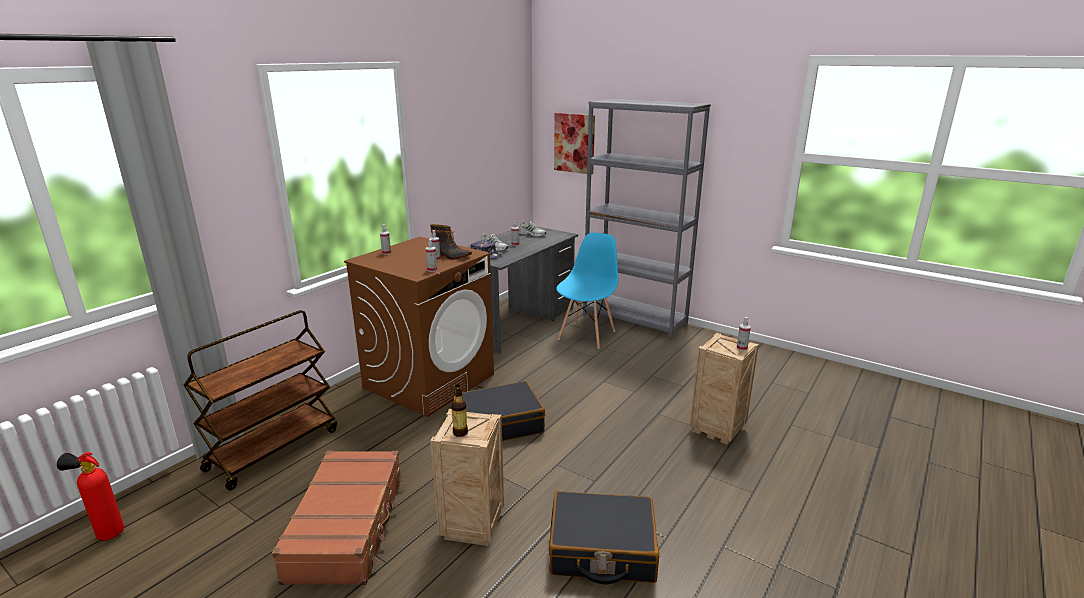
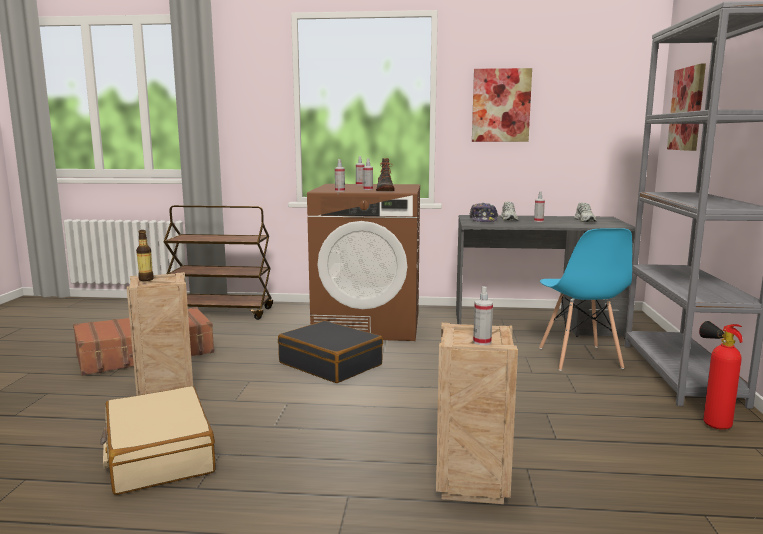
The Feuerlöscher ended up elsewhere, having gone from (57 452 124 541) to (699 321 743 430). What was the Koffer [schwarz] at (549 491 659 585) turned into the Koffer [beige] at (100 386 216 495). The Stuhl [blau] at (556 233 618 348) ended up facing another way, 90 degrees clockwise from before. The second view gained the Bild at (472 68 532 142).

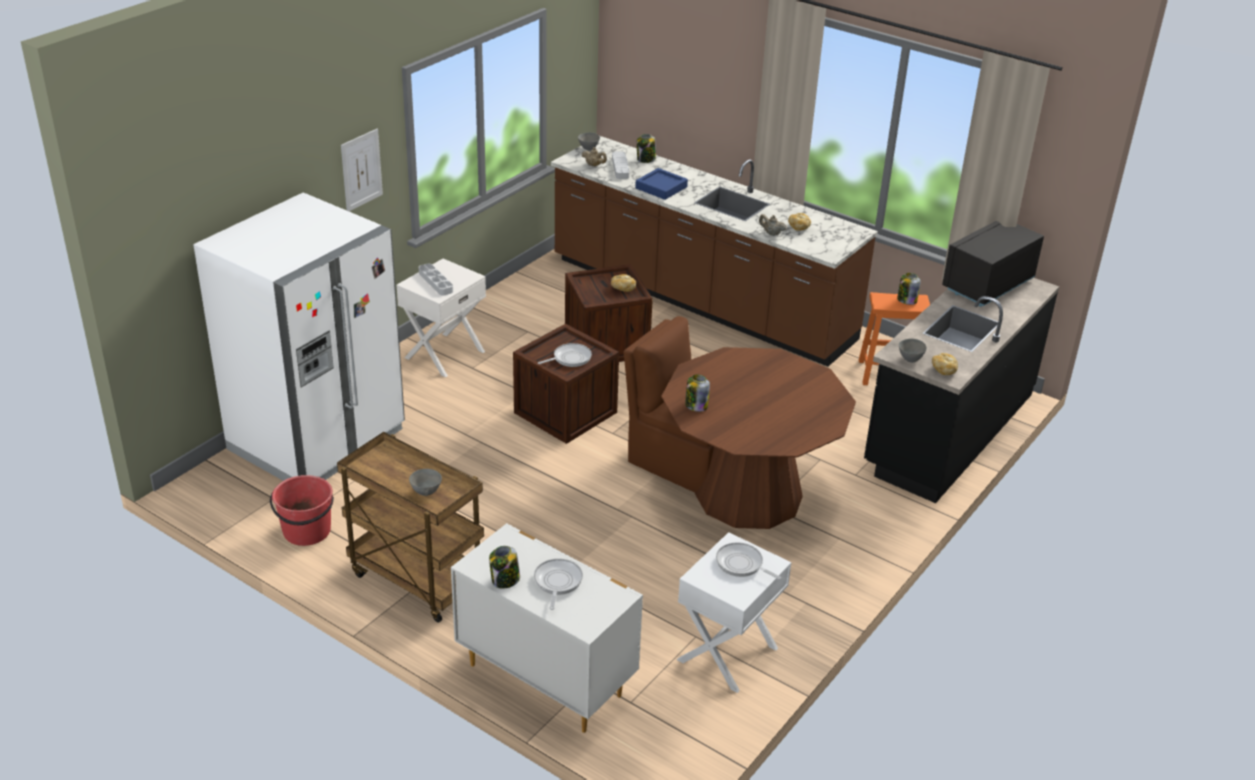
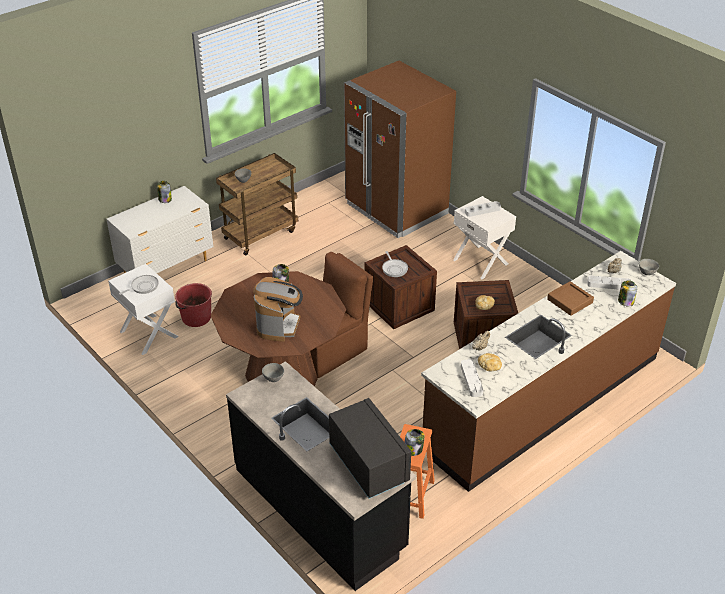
What was the Kühlschrank [weiß] at (194 192 405 481) turned into the Kühlschrank [braun] at (344 61 456 238). The Eimer [rot] ended up elsewhere, having gone from (270 475 334 546) to (175 283 212 327). The second view lost the Bild at (341 129 383 211). The second view lost the Pfanne at (534 559 583 610). What was the Tablett [blau] at (635 168 688 200) turned into the Tablett [braun] at (547 281 594 316). The second view lost the Brot at (932 353 958 375). The second view gained the Kaffeemaschine at (253 277 303 342). The second view gained the Tablett [grau] at (461 359 483 397).

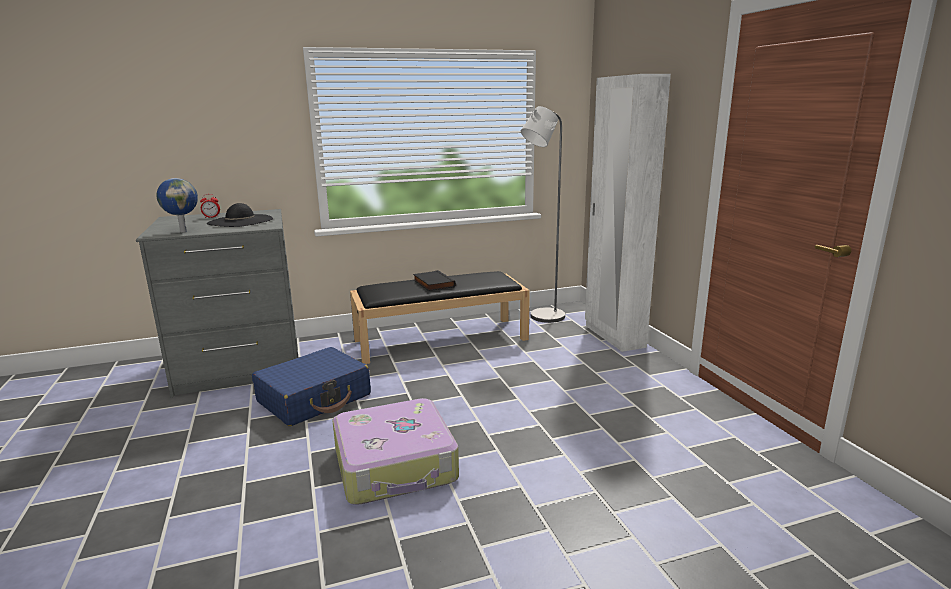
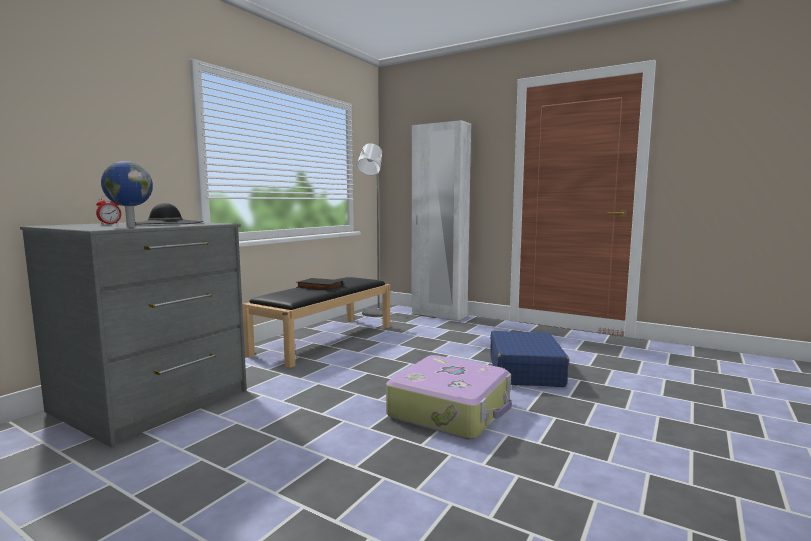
The Koffer [blau] ended up elsewhere, having gone from (252 347 371 426) to (490 331 569 387).

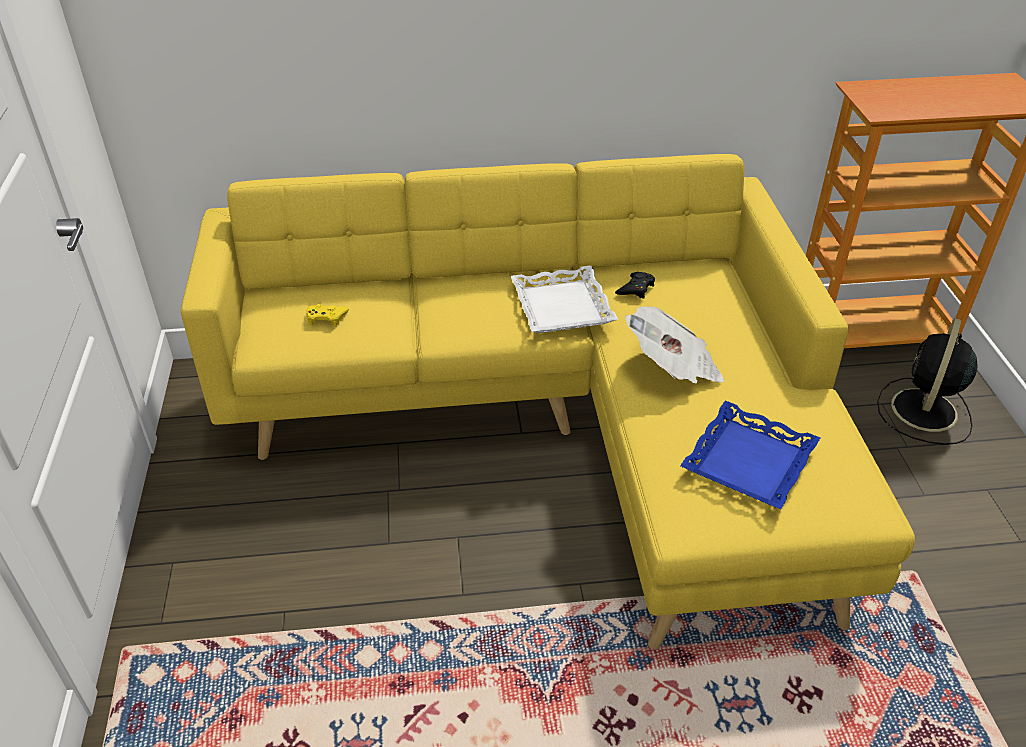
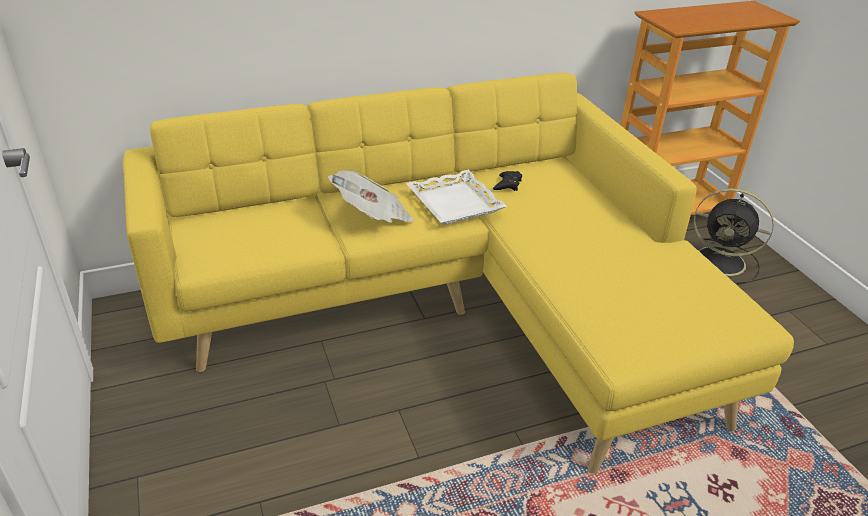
The second view lost the Gamepad [gelb] at (307 304 349 327). The Zeitung ended up elsewhere, having gone from (625 306 725 384) to (328 170 414 223). The second view lost the Tablett [blau] at (680 400 820 509). The Ventilator [schwarz] at (877 318 978 445) ended up facing another way, 75 degrees counterclockwise from before.

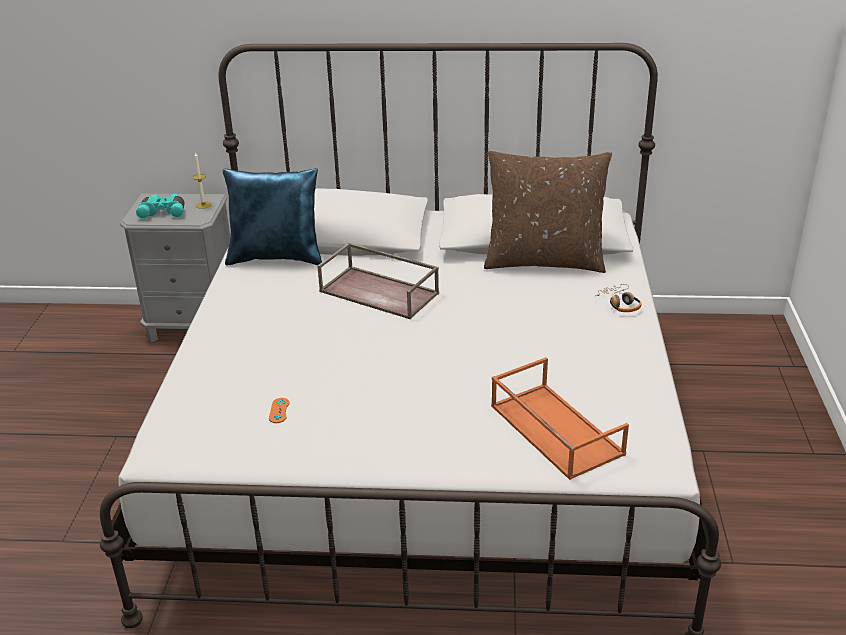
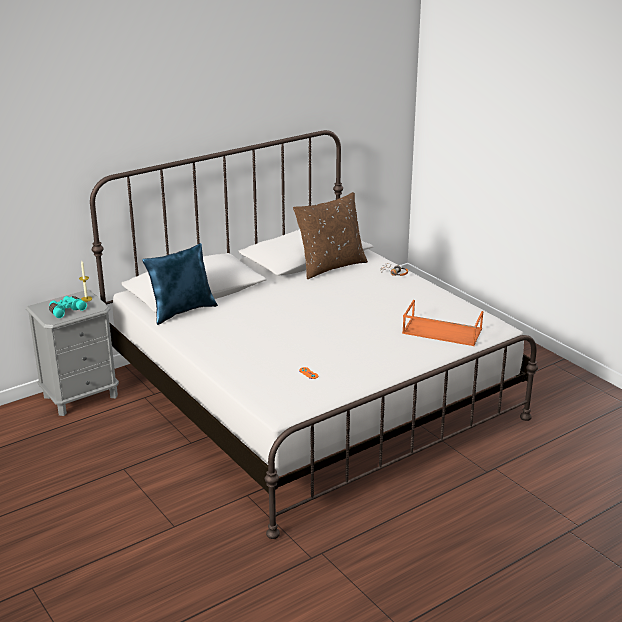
The second view lost the Tablett [braun] at (317 243 439 319).

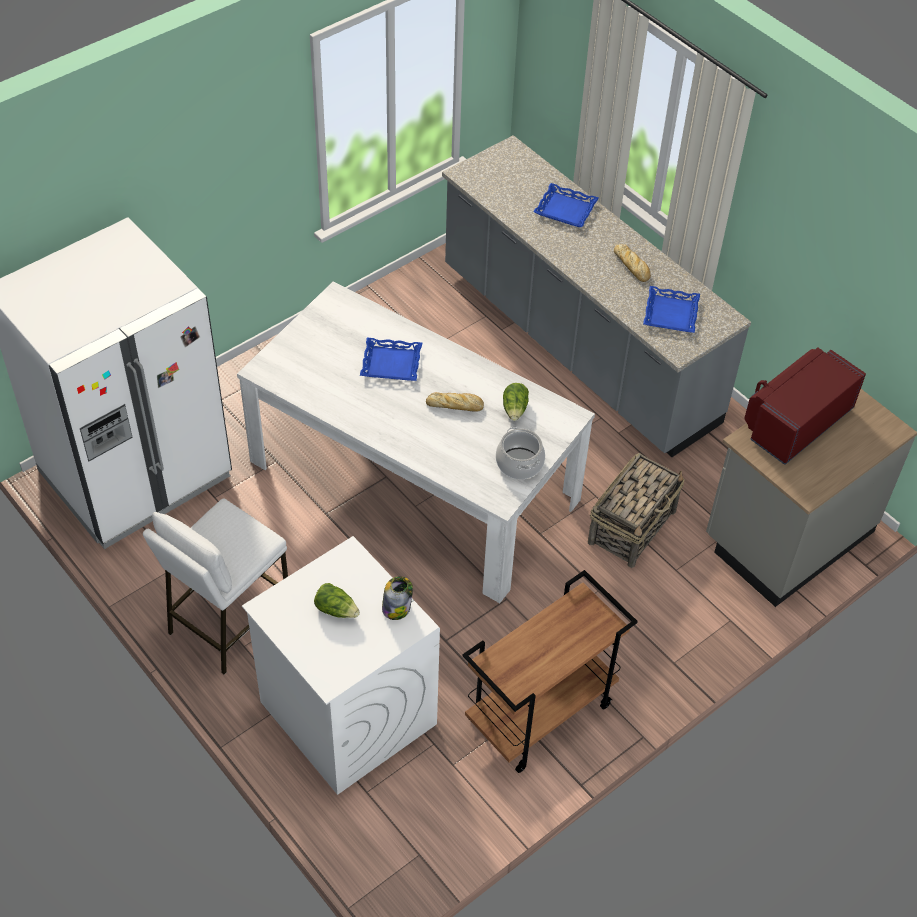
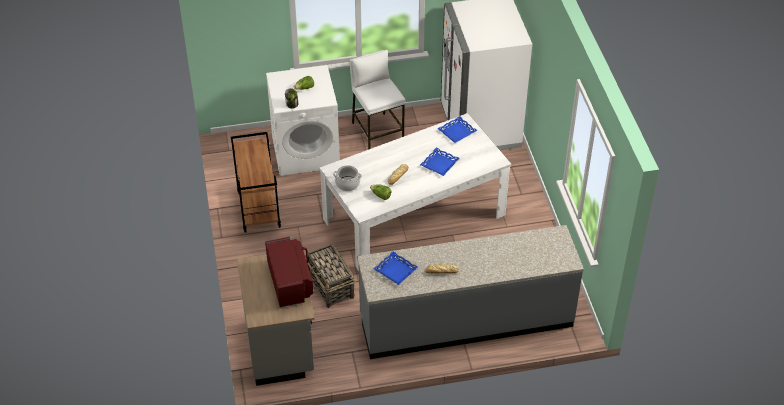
The Tablett [blau] ended up elsewhere, having gone from (533 183 599 227) to (437 116 478 143).

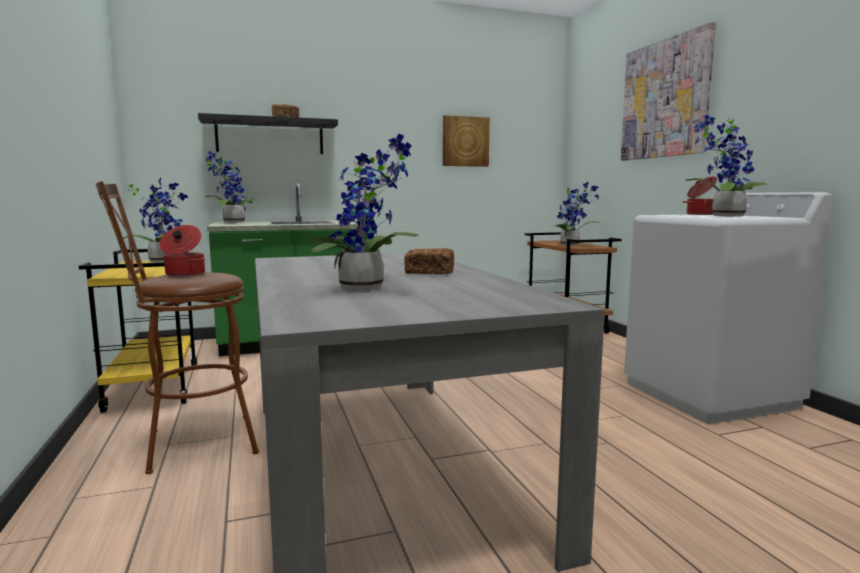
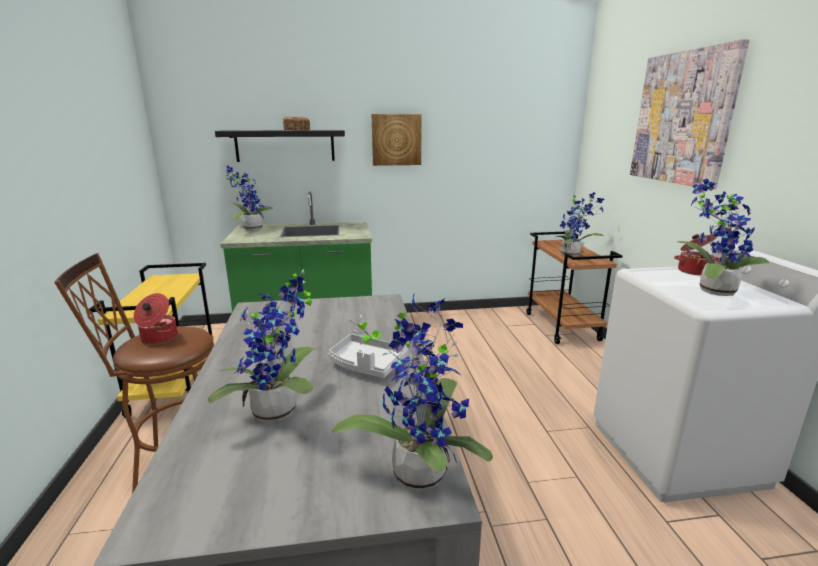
The Topfpflanze ended up elsewhere, having gone from (123 177 188 263) to (332 292 493 491). Where the Brot stood at (404 248 454 274), the Tablett [grau] came to stand at (328 334 408 378). The Bild ended up elsewhere, having gone from (443 115 490 167) to (372 114 422 166).

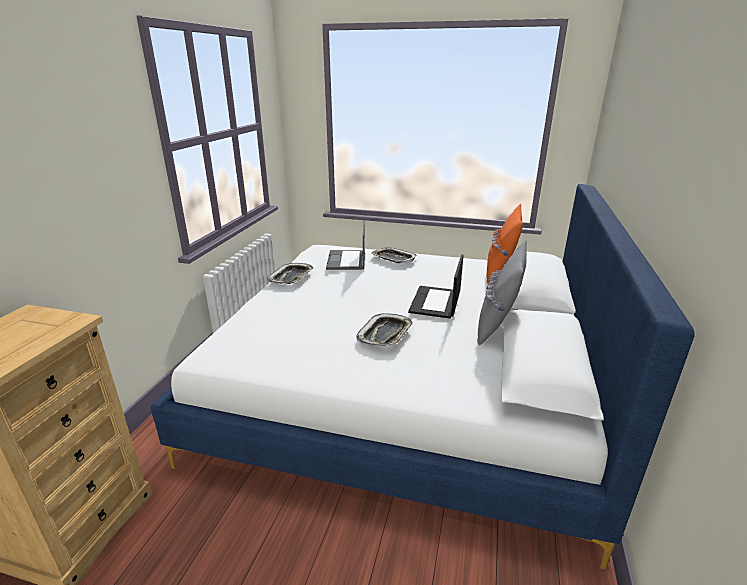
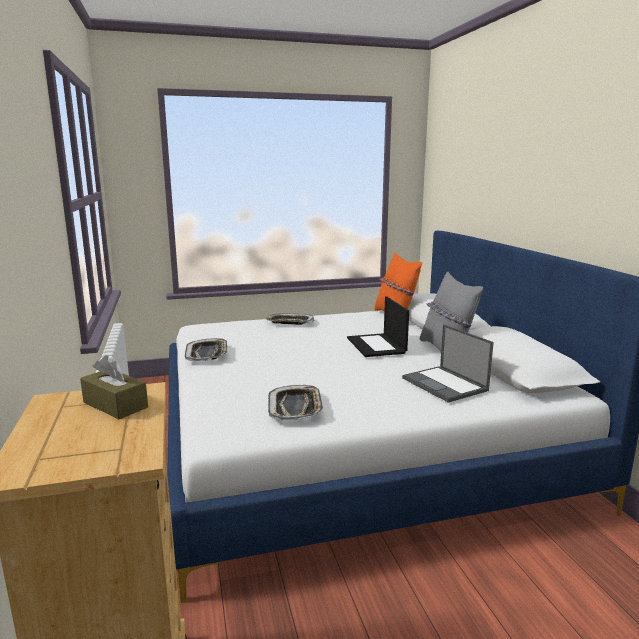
The Laptop ended up elsewhere, having gone from (326 220 365 270) to (402 324 494 403). The Tablett ended up elsewhere, having gone from (356 313 413 347) to (268 385 324 420). The second view gained the Taschentuchbox [braun] at (80 355 148 419).

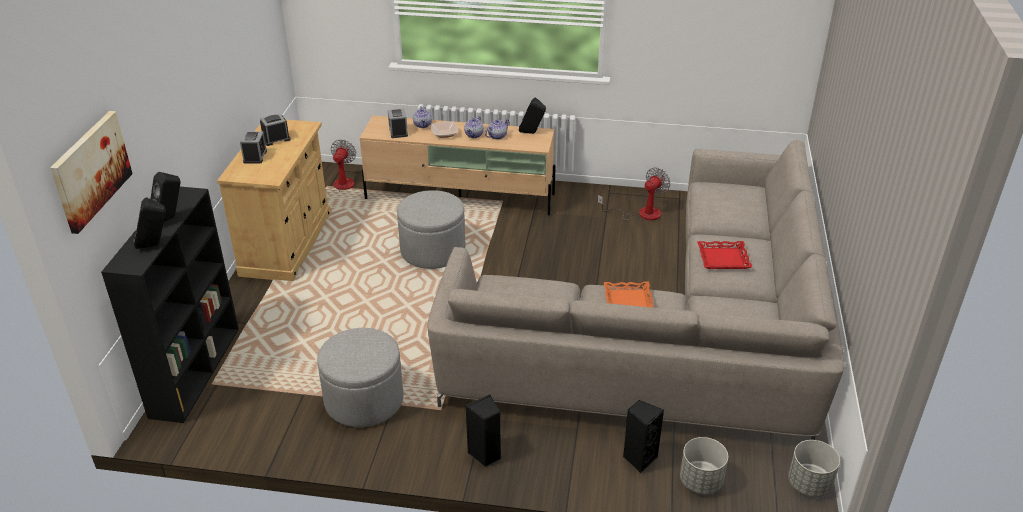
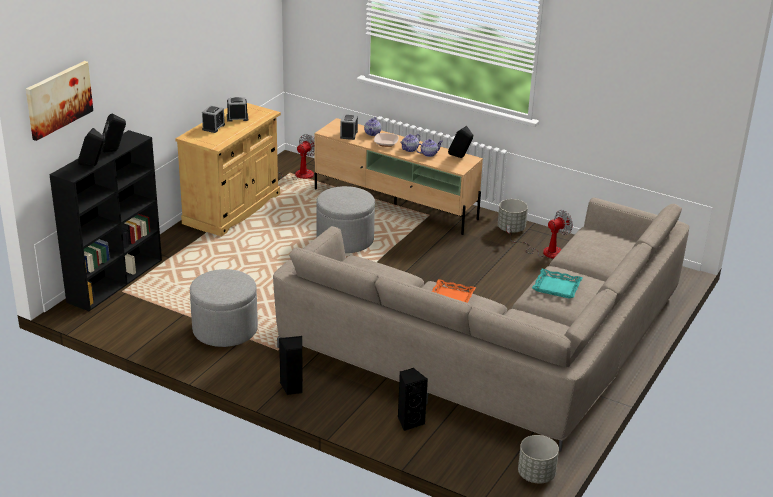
The Pflanzkübel [grau] ended up elsewhere, having gone from (680 437 728 494) to (498 199 528 232). What was the Tablett [rot] at (697 241 752 269) turned into the Tablett [türkis] at (532 269 583 299).

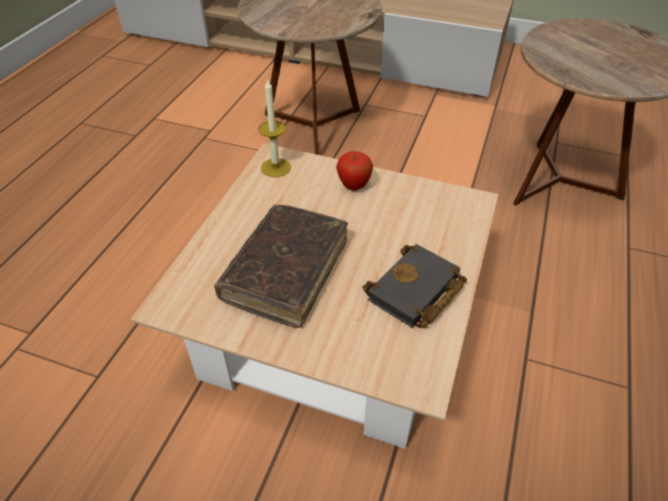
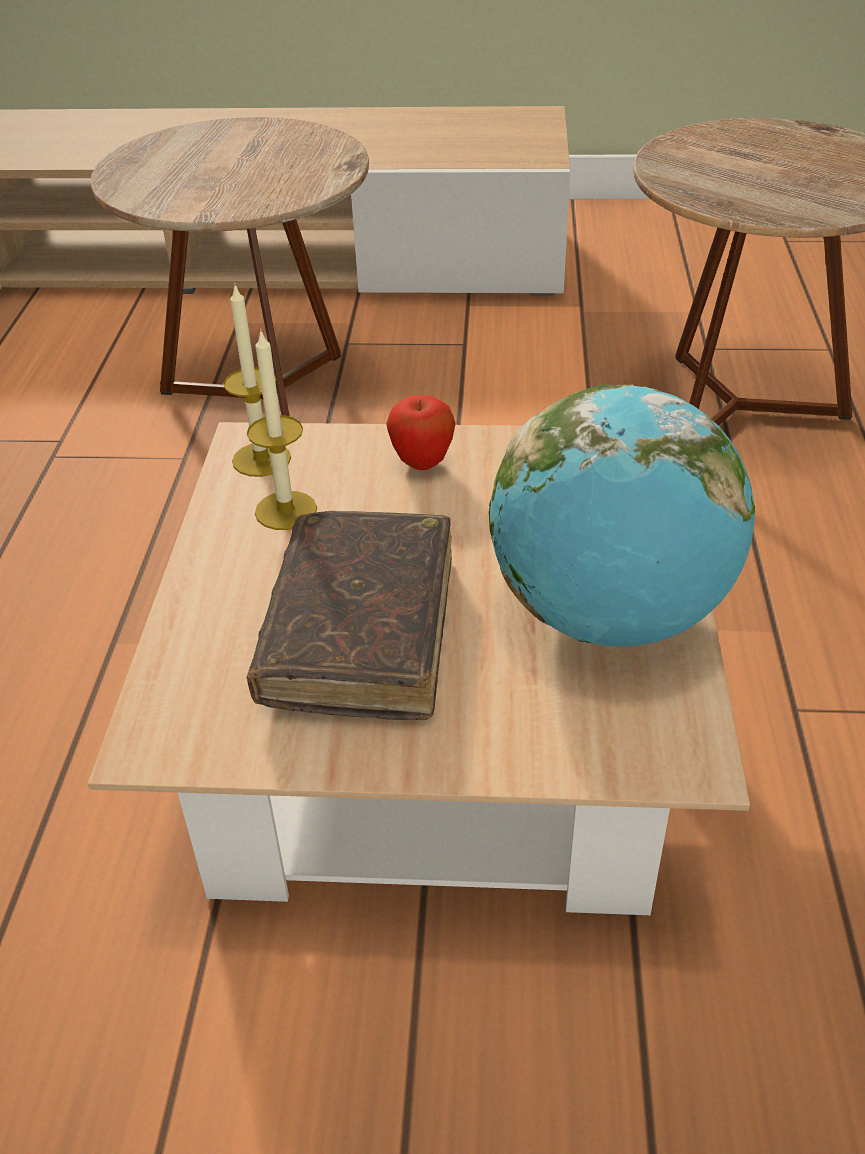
Where the Buch [schwarz] stood at (362 244 467 328), the Globus came to stand at (489 384 755 647). The second view gained the Kerze at (247 329 317 530).

